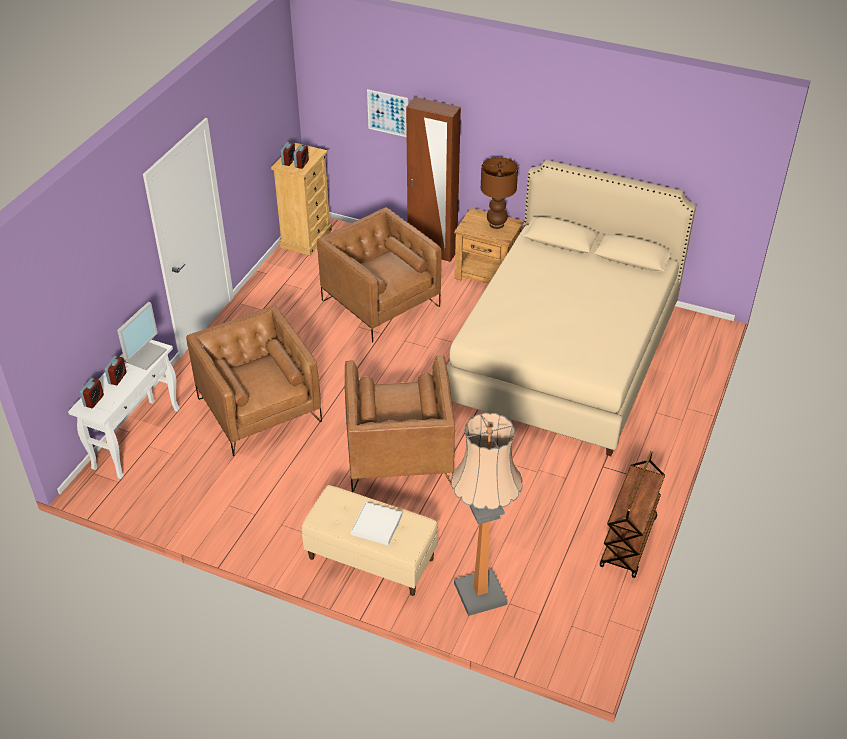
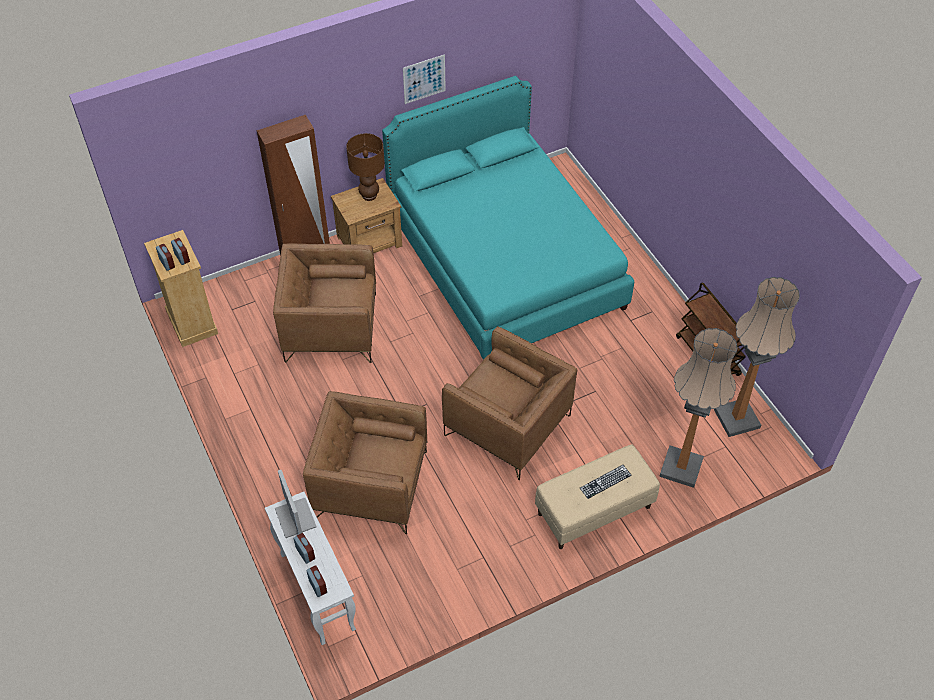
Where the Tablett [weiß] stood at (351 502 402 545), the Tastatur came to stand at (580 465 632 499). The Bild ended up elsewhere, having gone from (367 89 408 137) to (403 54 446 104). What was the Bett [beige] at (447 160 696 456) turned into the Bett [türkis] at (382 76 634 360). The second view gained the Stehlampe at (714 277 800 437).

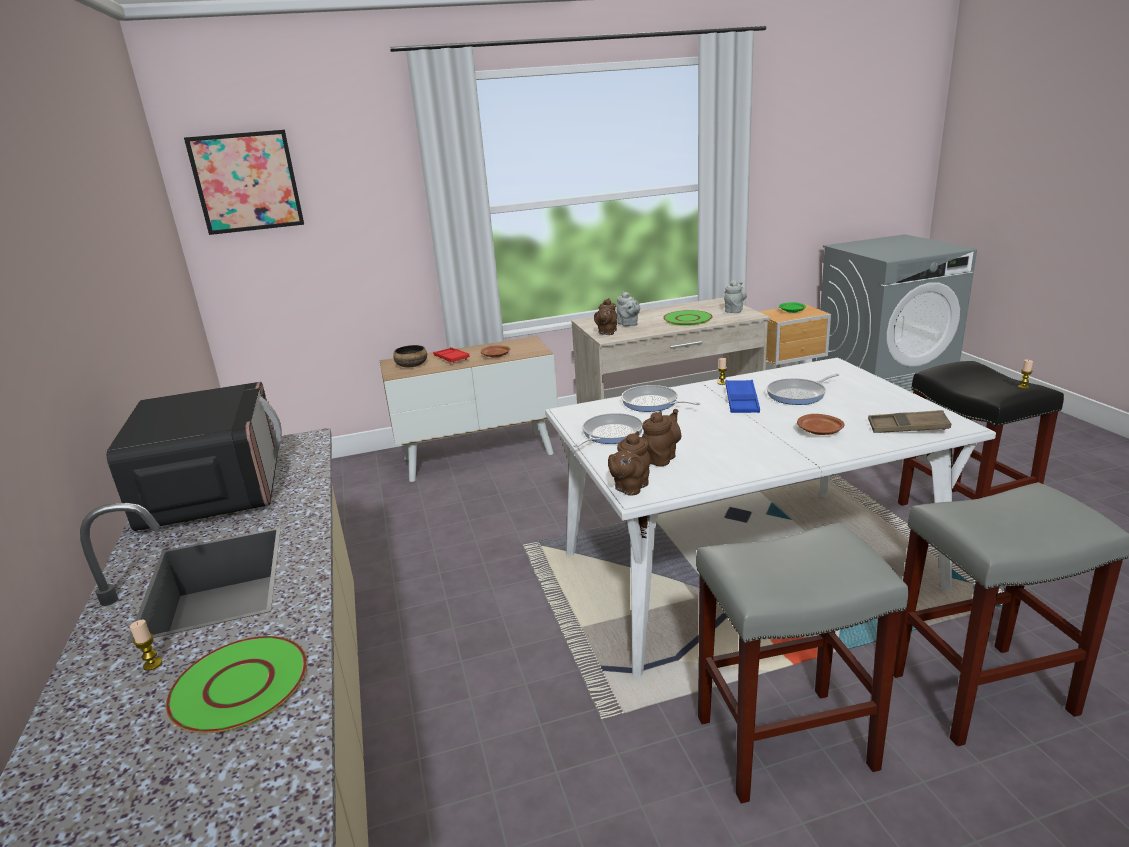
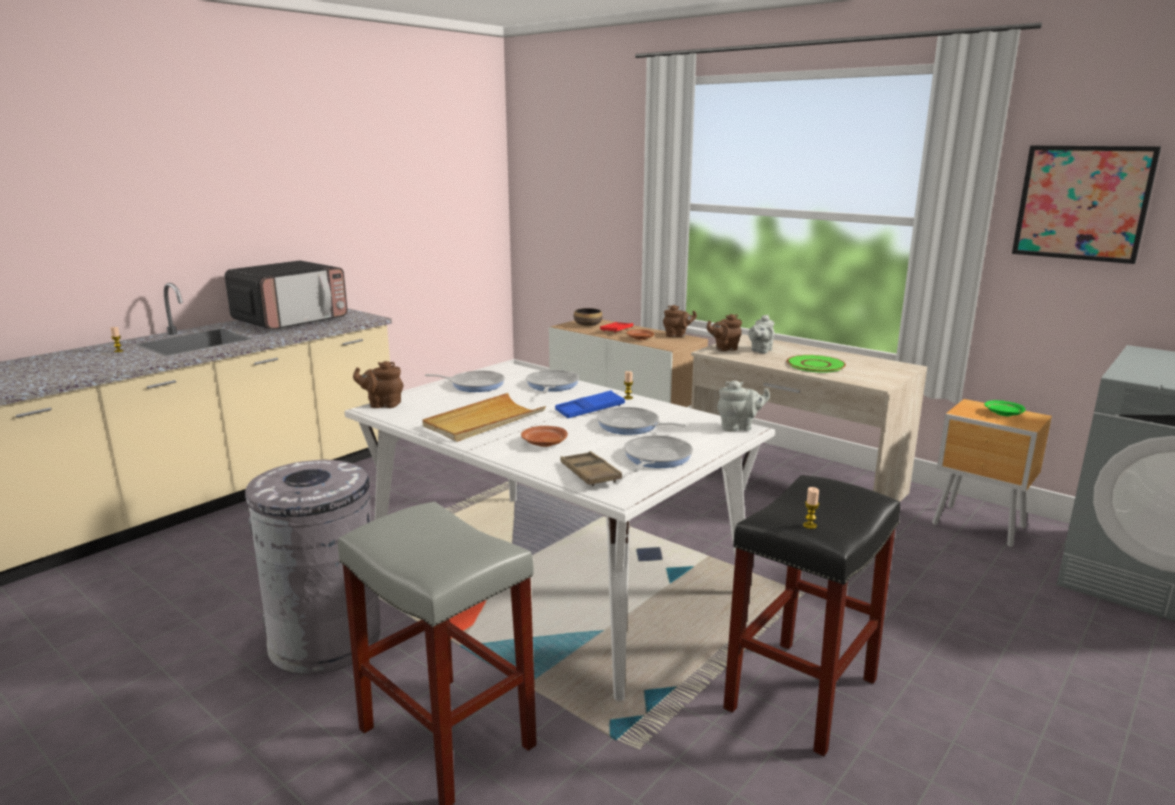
The second view lost the Teller [grün] at (166 636 307 733). The Bild ended up elsewhere, having gone from (184 130 304 235) to (1012 145 1162 264). The Teekanne [braun] ended up elsewhere, having gone from (642 409 681 466) to (663 305 697 337). Where the Hocker [grau] stood at (696 522 908 804), the Mülleimer [grau] came to stand at (245 460 380 675). The Teekanne [grau] ended up elsewhere, having gone from (724 280 747 313) to (717 380 770 431). The second view gained the Tablett [beige] at (422 393 546 442). The second view gained the Pfanne at (624 435 693 472).

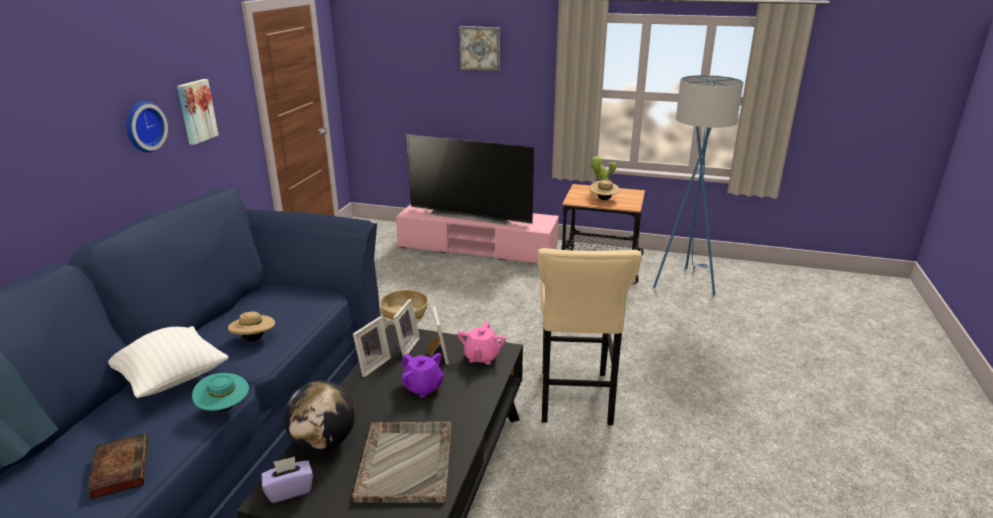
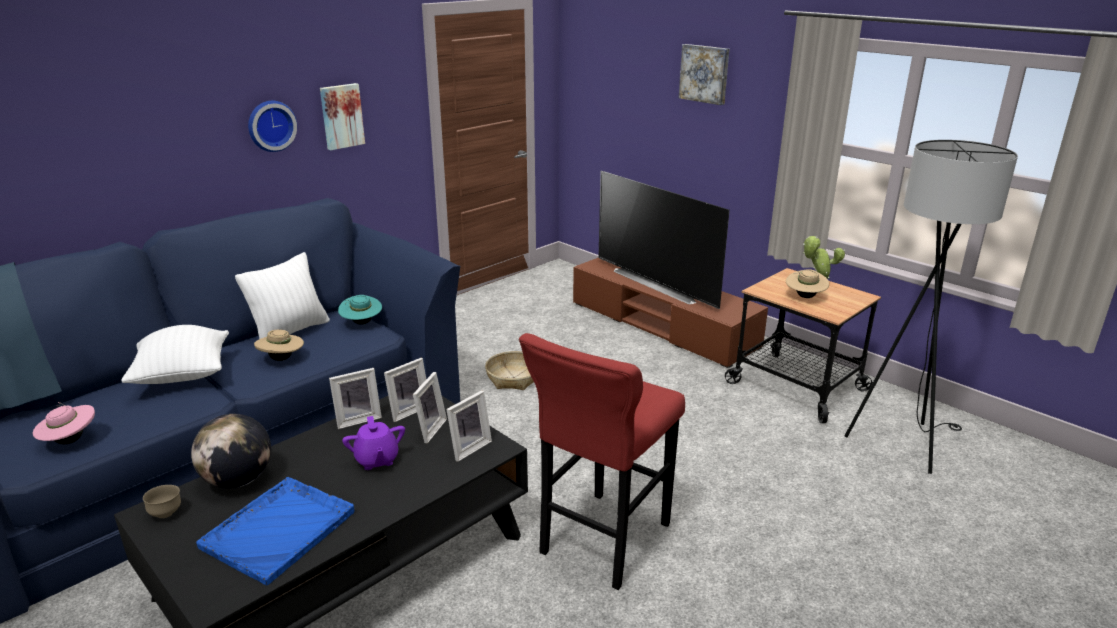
Where the Buch stood at (87 433 148 500), the Hut [rosa] came to stand at (33 402 95 444). The Hut [türkis] ended up elsewhere, having gone from (192 373 249 411) to (338 295 382 325). Where the Taschentuchbox [lila] stood at (261 456 313 503), the Schüssel [braun] came to stand at (143 485 181 518). What was the Tablett [grau] at (352 421 452 503) turned into the Tablett [blau] at (196 477 355 585). What was the Fernsehschrank [rosa] at (396 204 559 263) turned into the Fernsehschrank [braun] at (573 258 768 368). Where the Teekanne [rosa] stood at (458 322 506 364), the Bilderrahmen came to stand at (446 390 492 462). What was the Hocker [beige] at (538 248 642 425) turned into the Hocker [rot] at (519 333 685 590). What was the Stehlampe [blau] at (653 75 744 296) turned into the Stehlampe [schwarz] at (844 140 1018 474). The second view gained the Kissen [weiß] at (235 252 330 339).

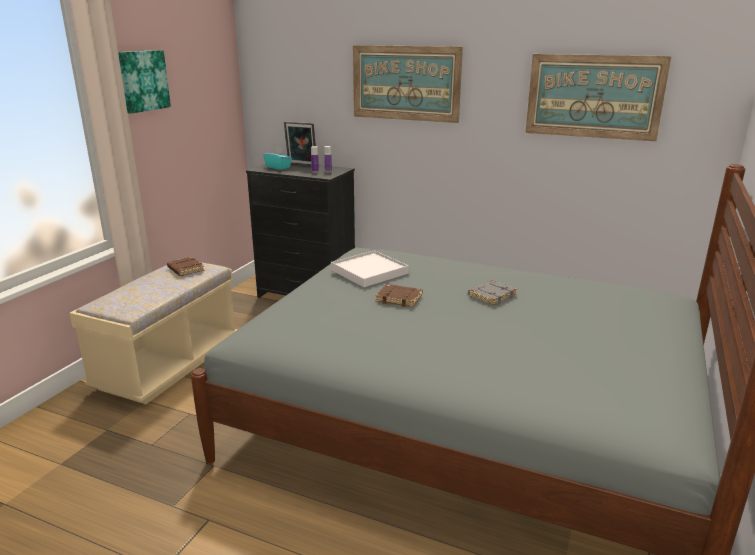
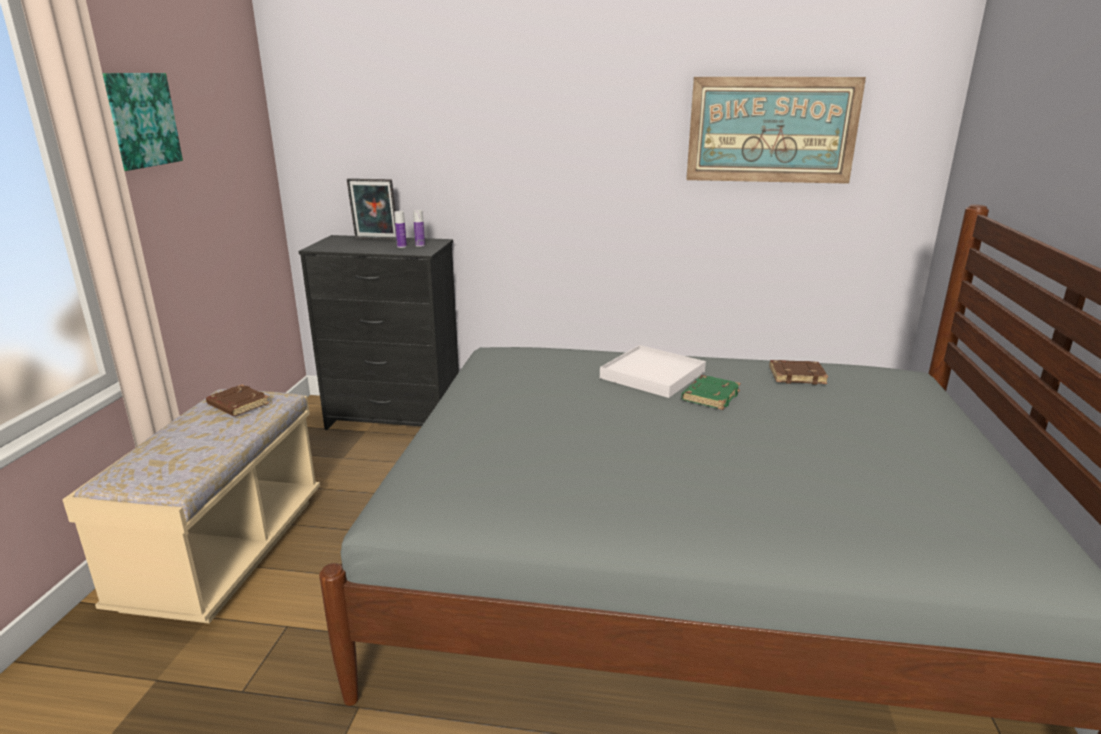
The second view lost the Taschentuchbox [türkis] at (263 147 292 170). The Tablett [weiß] ended up elsewhere, having gone from (331 250 409 287) to (600 345 706 398). The second view lost the Bild at (353 45 463 123). The Buch [braun] ended up elsewhere, having gone from (376 284 422 307) to (769 360 828 385). What was the Buch [grau] at (468 280 517 305) turned into the Buch [grün] at (681 375 741 410).

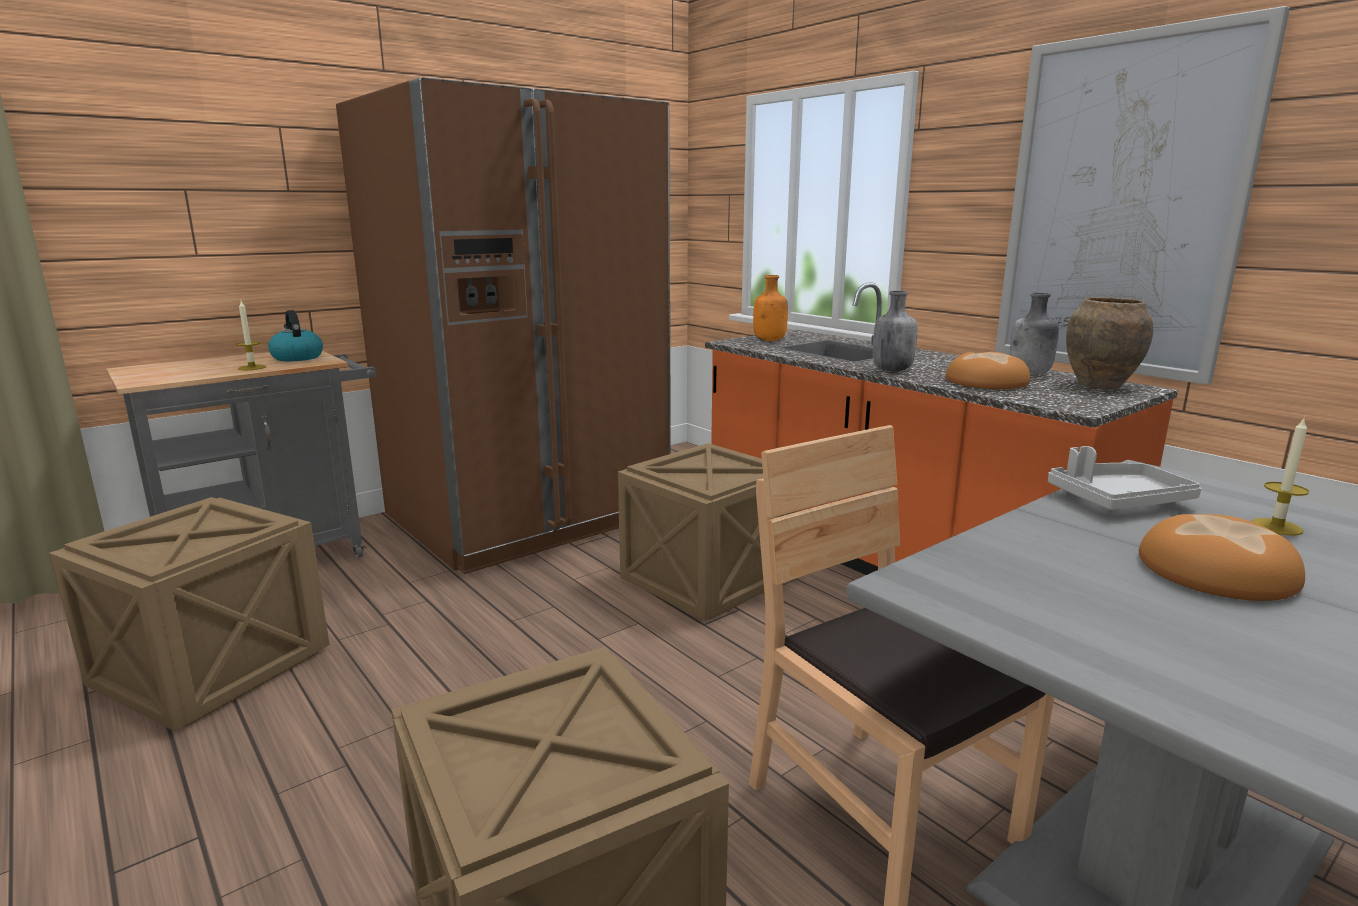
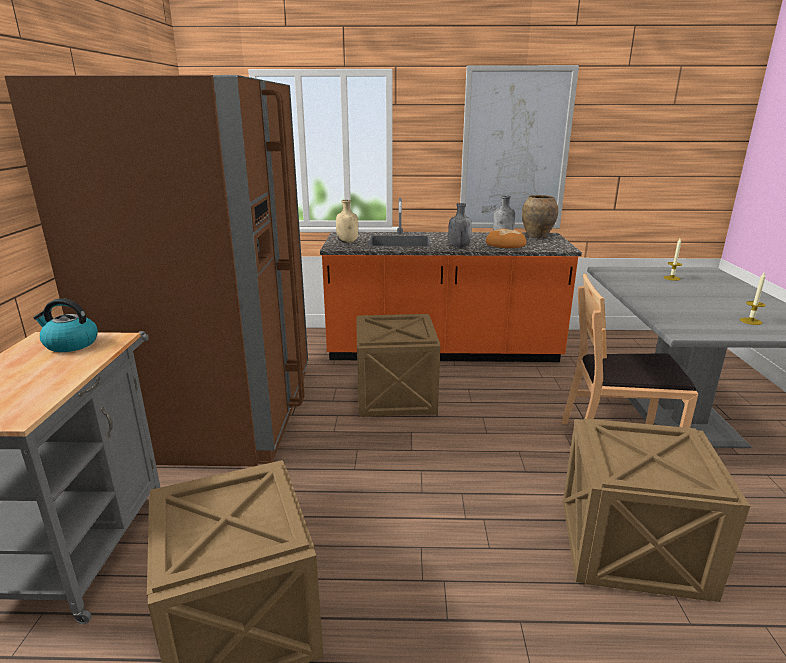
The Kerze ended up elsewhere, having gone from (236 301 266 370) to (740 271 766 325). What was the Flasche [orange] at (753 275 788 341) turned into the Flasche [beige] at (336 200 358 243). The second view lost the Tablett [grau] at (1048 446 1202 510). The second view lost the Brot at (1139 514 1305 601).

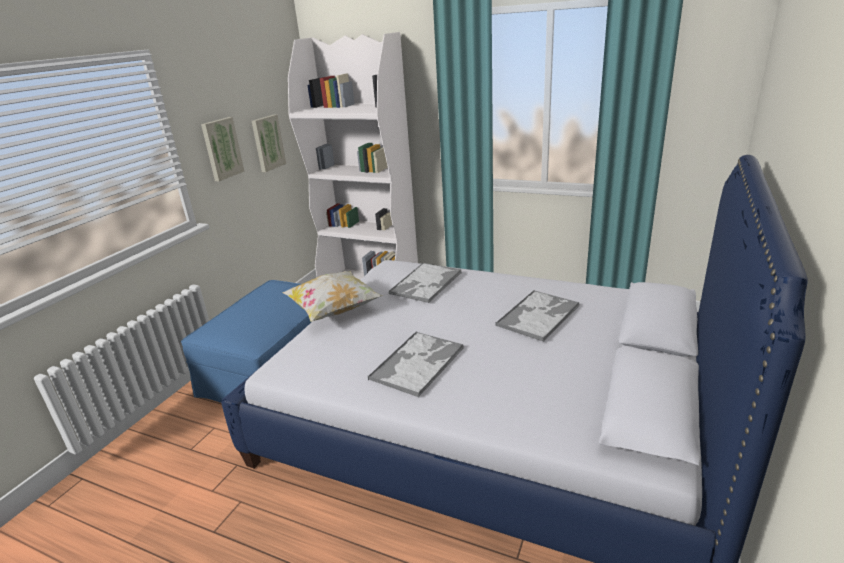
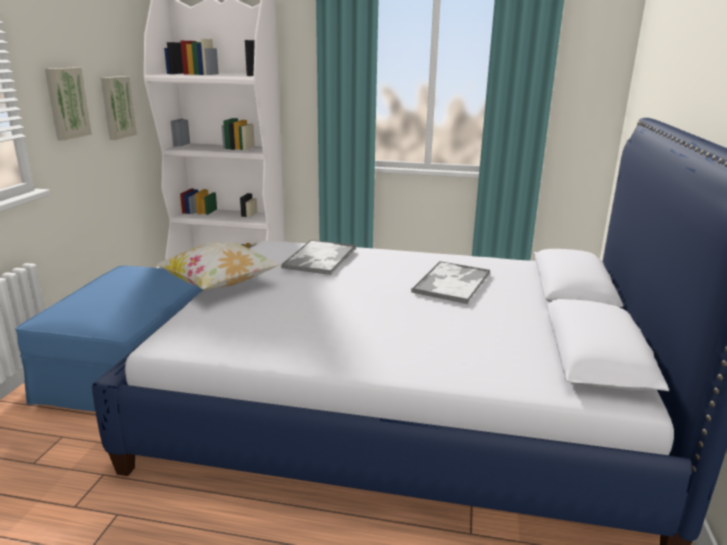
The second view lost the Tablett at (367 331 464 398).

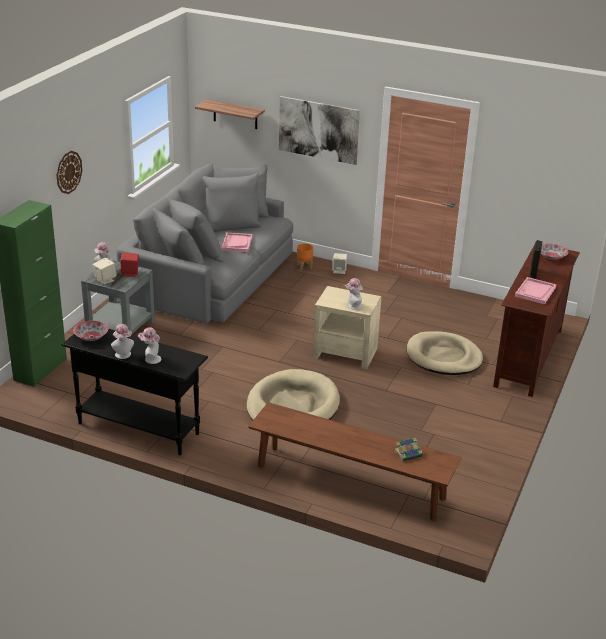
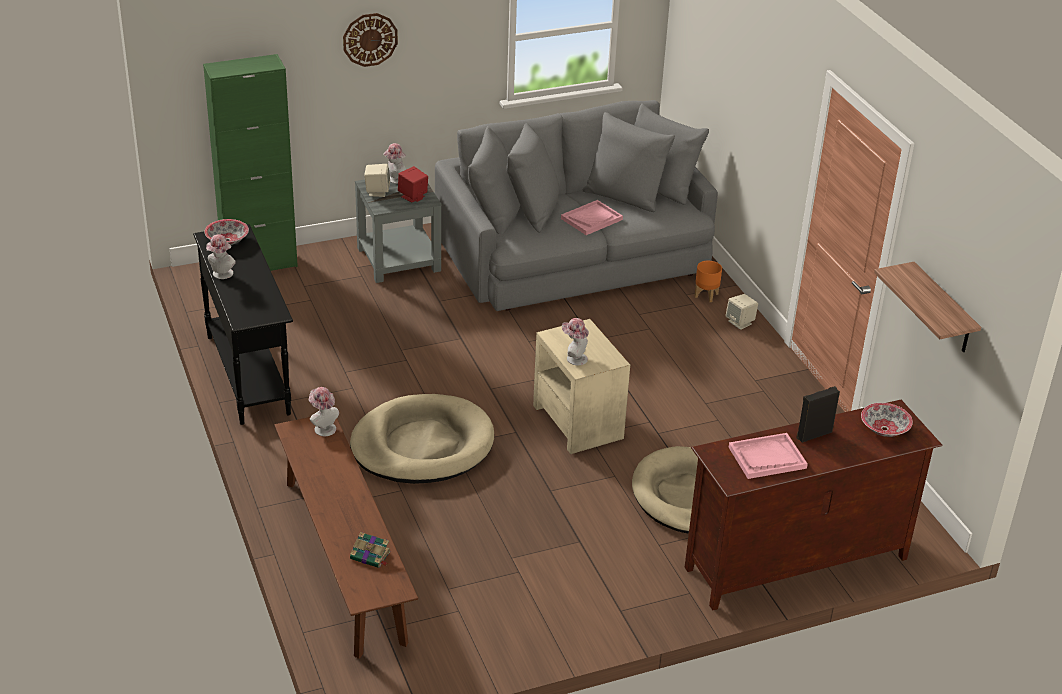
The Hut ended up elsewhere, having gone from (138 327 161 364) to (309 387 339 436). The Wandregal ended up elsewhere, having gone from (195 99 265 129) to (874 262 981 352). The second view lost the Bild at (279 96 360 165).

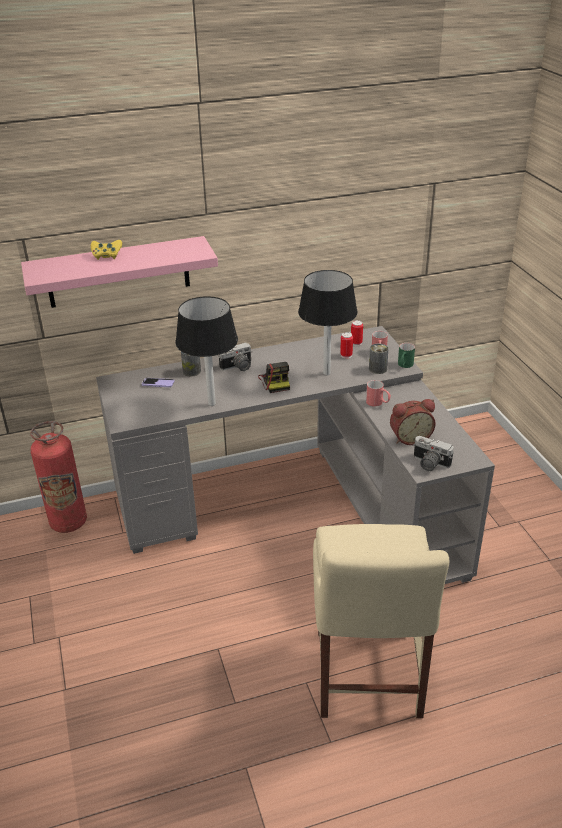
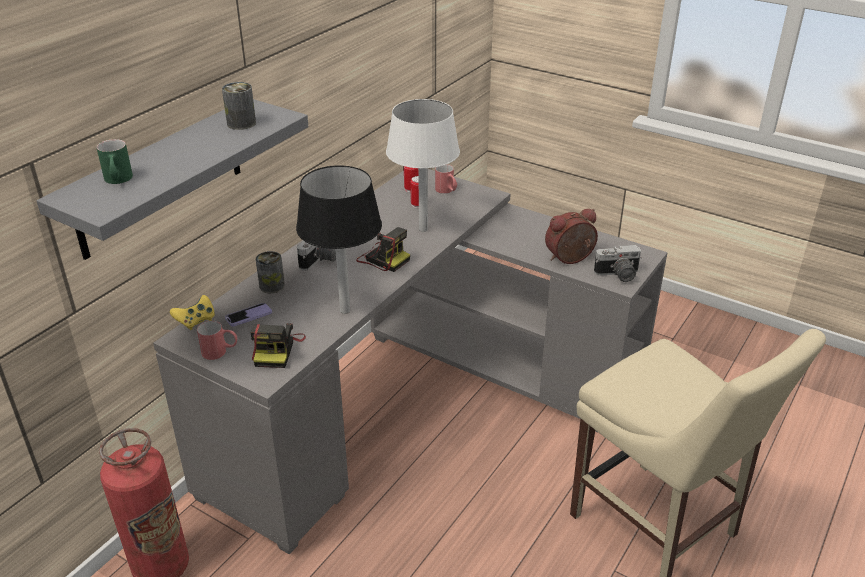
What was the Wandregal [rosa] at (21 236 218 308) turned into the Wandregal [grau] at (36 99 308 260). The Gamepad [gelb] ended up elsewhere, having gone from (91 240 122 260) to (170 295 215 330). What was the Tischlampe [schwarz] at (298 270 358 375) turned into the Tischlampe [weiß] at (386 99 460 232). The Henkelbecher [rot] ended up elsewhere, having gone from (366 380 391 407) to (197 321 237 360). The Dose ended up elsewhere, having gone from (369 343 388 374) to (222 82 256 130). The Wecker at (390 399 436 445) ended up facing another way, 150 degrees counterclockwise from before. The Henkelbecher [grün] ended up elsewhere, having gone from (398 343 415 368) to (96 139 133 184). The second view gained the Kamera at (250 323 306 368).

